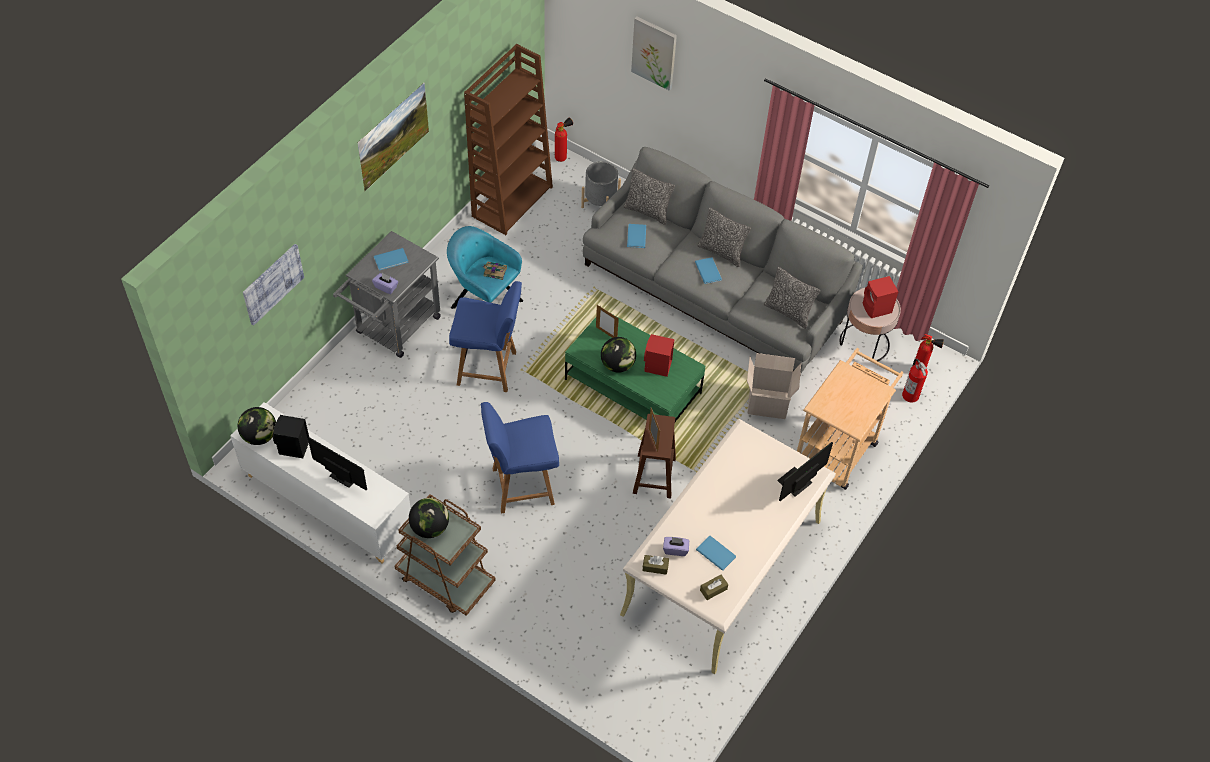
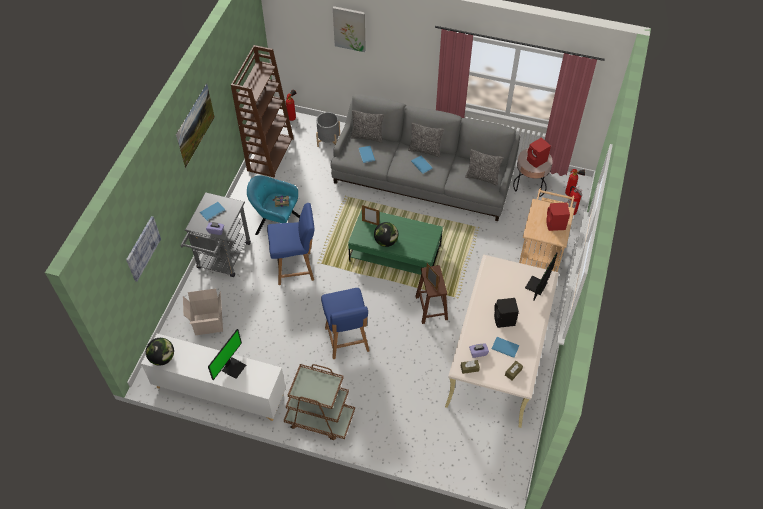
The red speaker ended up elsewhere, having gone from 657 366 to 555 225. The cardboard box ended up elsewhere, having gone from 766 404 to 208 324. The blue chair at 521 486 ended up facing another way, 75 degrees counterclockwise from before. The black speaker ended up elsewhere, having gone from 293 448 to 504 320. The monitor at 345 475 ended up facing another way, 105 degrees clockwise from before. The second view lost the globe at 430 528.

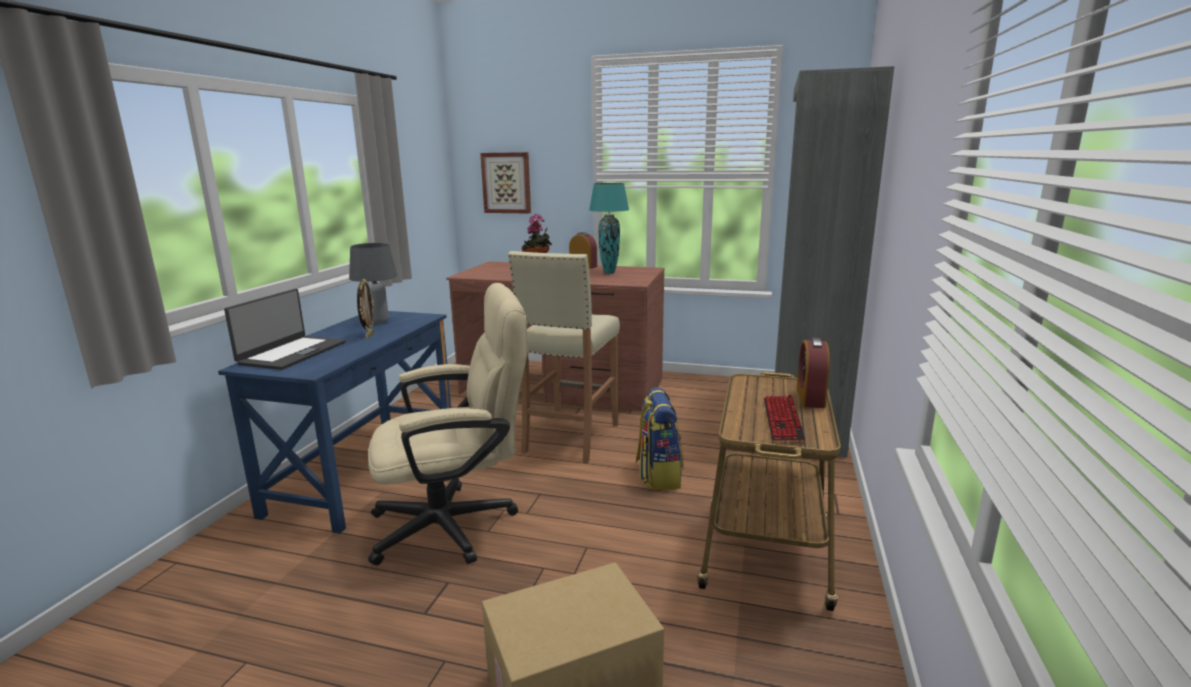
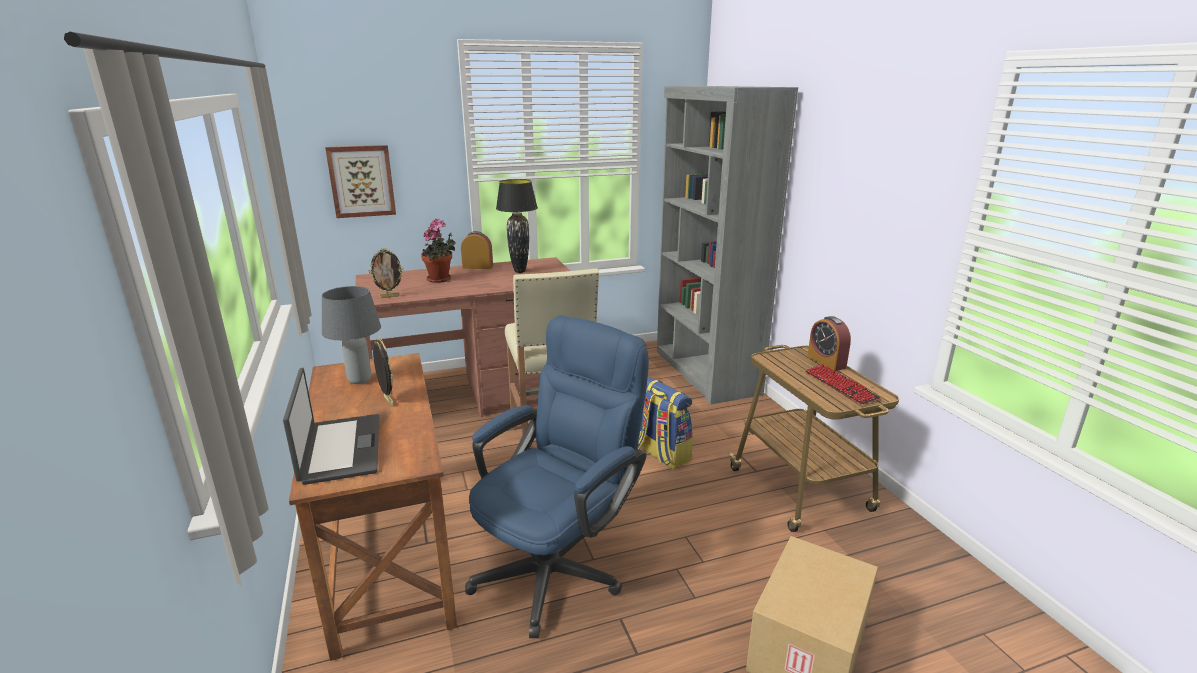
What was the turquoise table lamp at 609 273 turned into the black table lamp at 520 271. What was the beige office chair at 457 524 turned into the blue office chair at 558 565. What was the blue desk at 366 471 turned into the brown desk at 389 553. The second view gained the picture frame at 389 296.

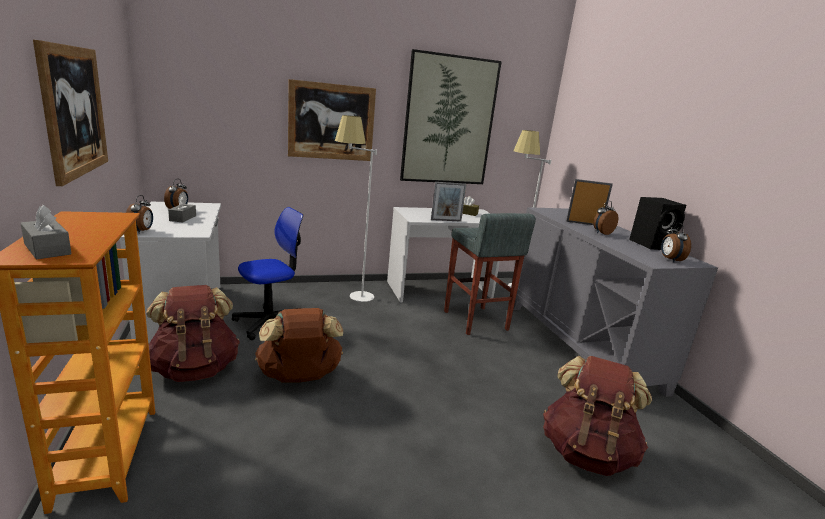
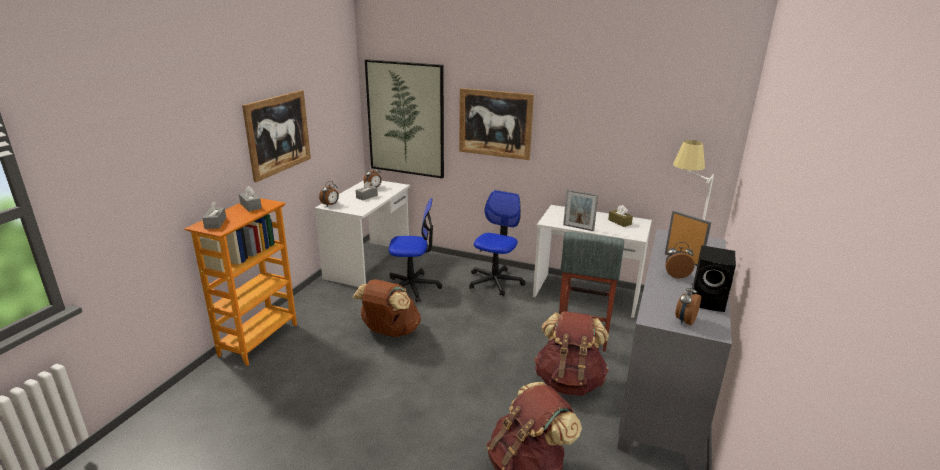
The picture ended up elsewhere, having gone from 449 121 to 405 119. Where the white floor lamp stood at 351 298, the office chair came to stand at 495 282. The brown backpack ended up elsewhere, having gone from 195 369 to 569 381. The second view gained the grey tissue box at 250 206.

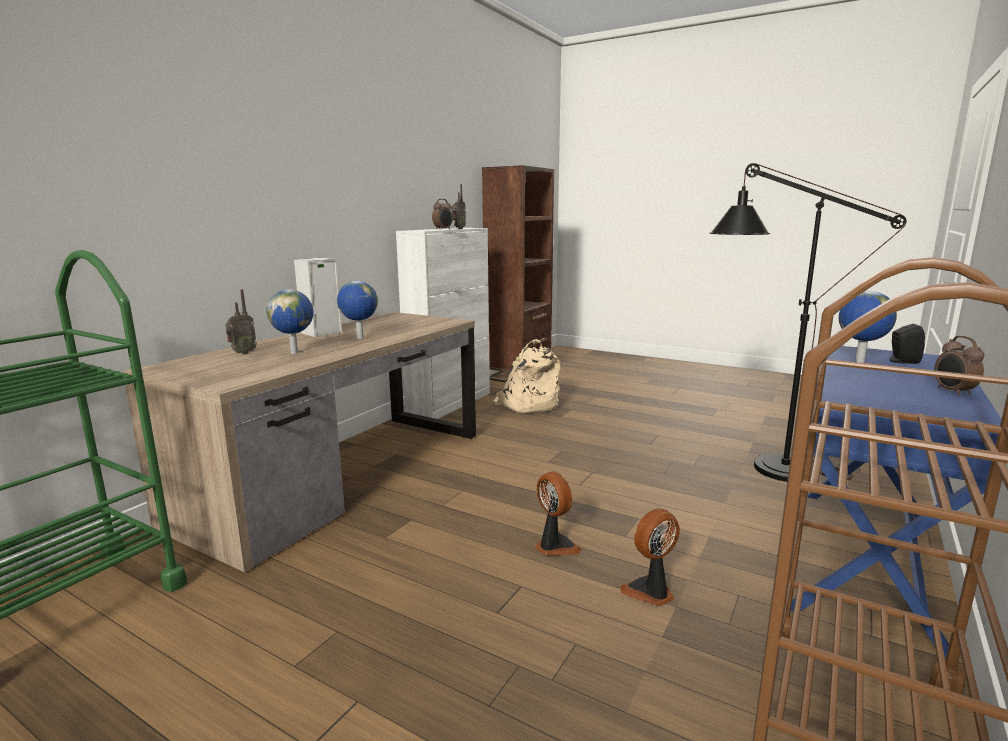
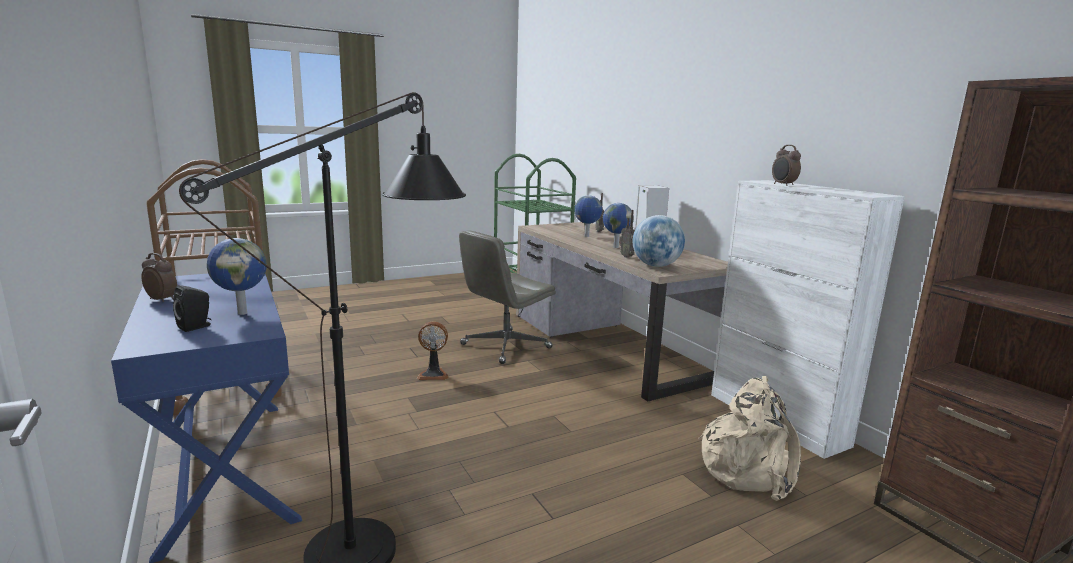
The radio ended up elsewhere, having gone from 458 228 to 627 257. The second view lost the fan at 650 592. The second view gained the globe at 656 266. The second view gained the grey office chair at 505 346.

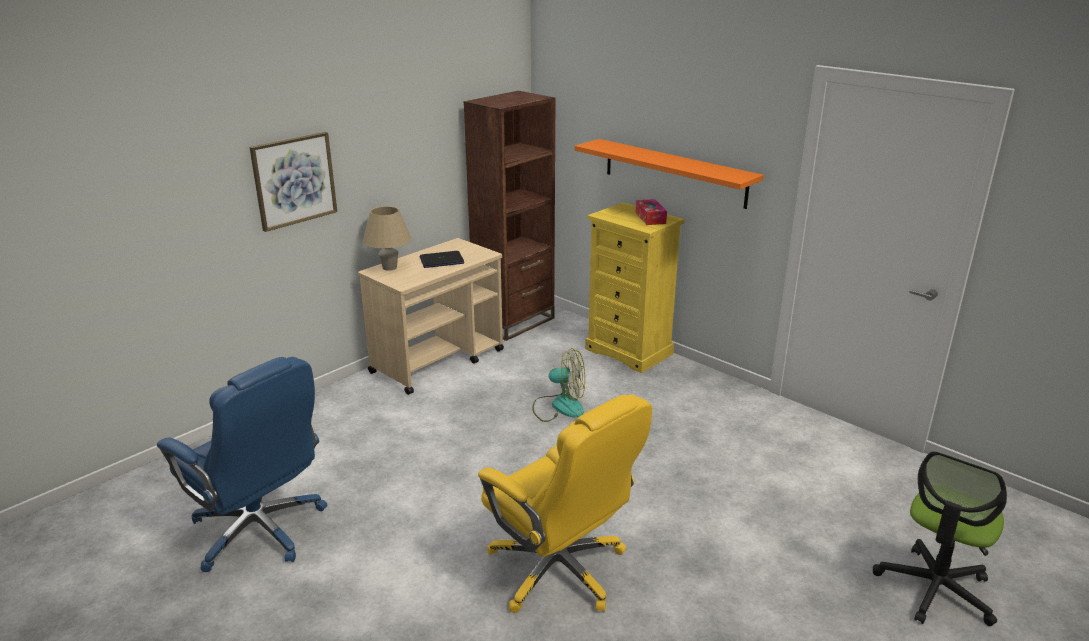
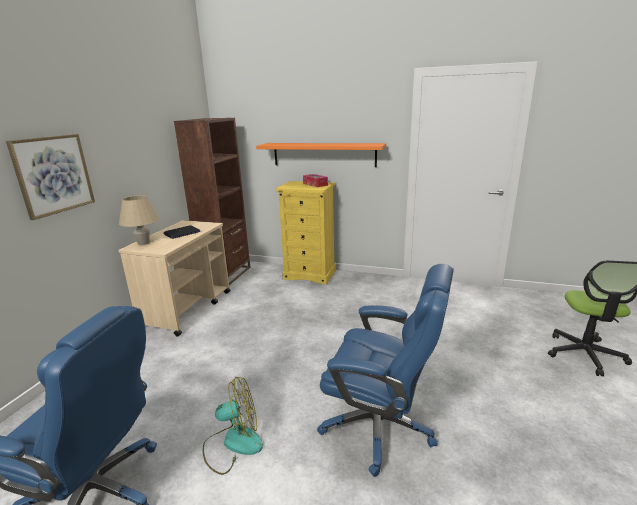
The fan ended up elsewhere, having gone from 559 406 to 233 443. What was the yellow office chair at 559 570 turned into the blue office chair at 380 426.

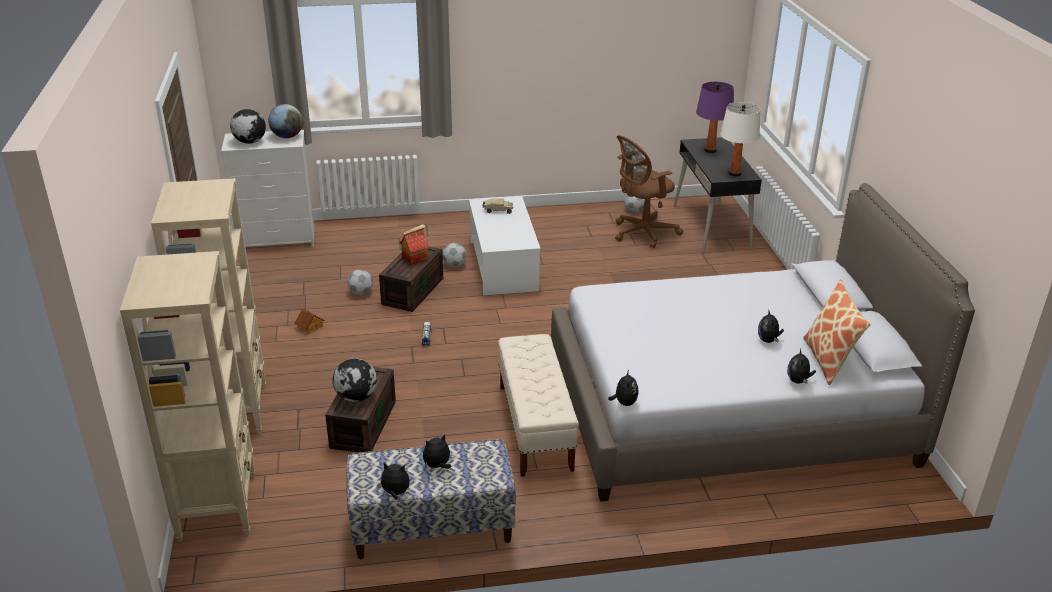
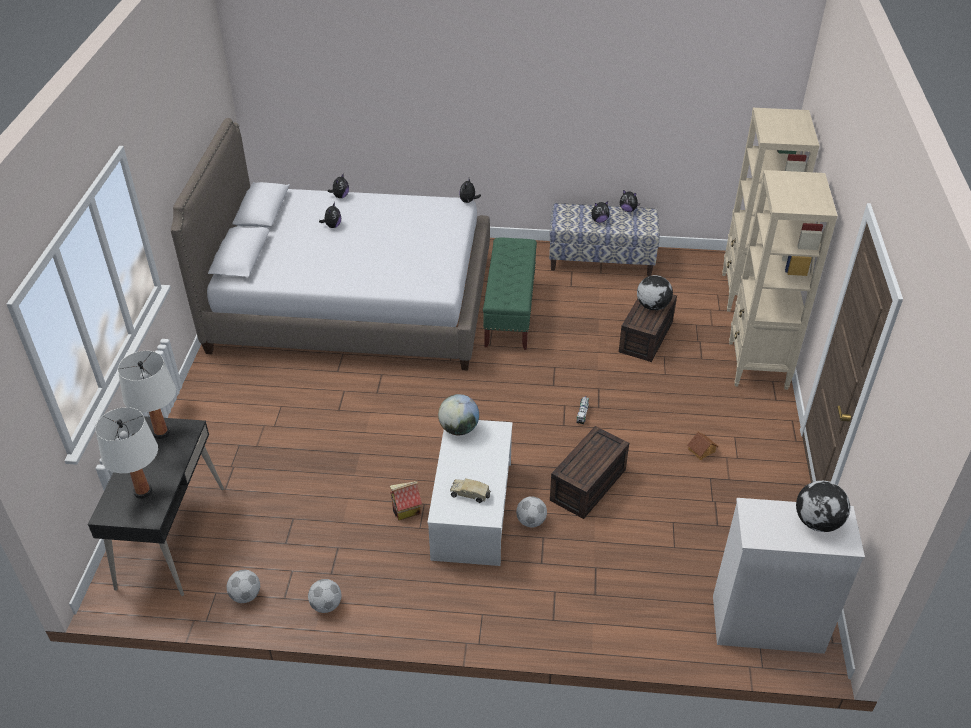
What was the purple table lamp at 710 150 turned into the white table lamp at 143 491. The globe ended up elsewhere, having gone from 287 136 to 459 429. The second view lost the brown office chair at 642 233. The toy house ended up elsewhere, having gone from 415 258 to 406 510. The football ended up elsewhere, having gone from 361 293 to 326 605. The second view lost the pillow at 829 360. What was the beige bench at 535 428 turned into the green bench at 510 312.

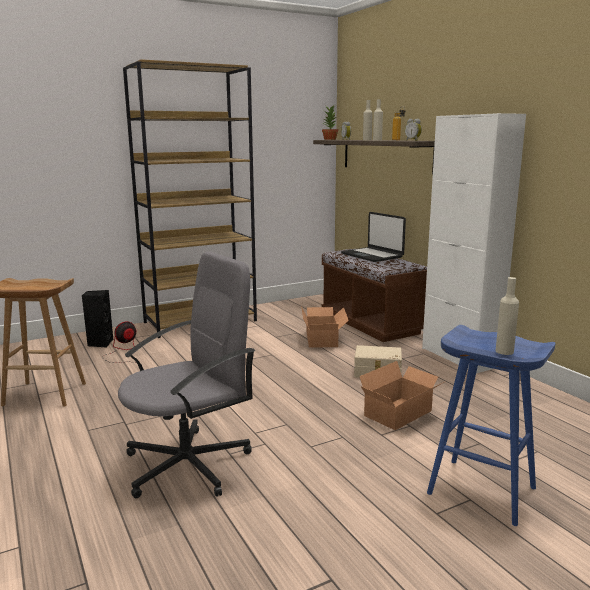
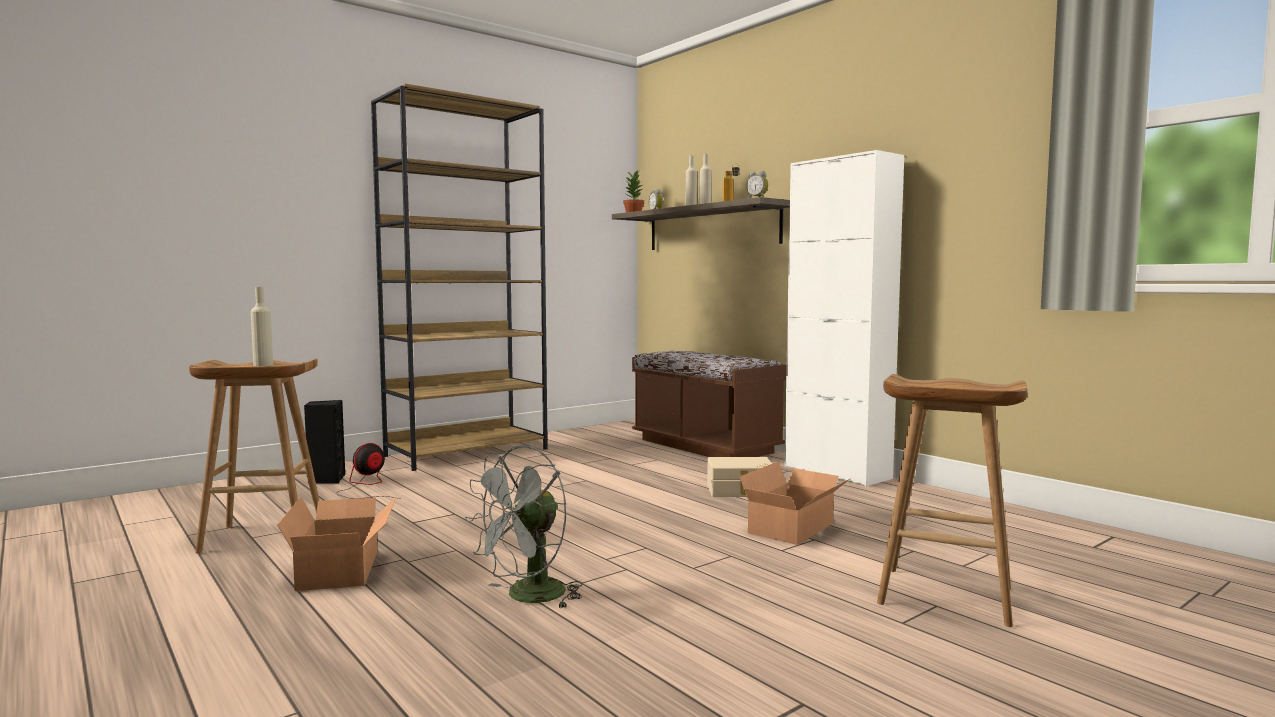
The second view lost the laptop at 372 255. Where the grey office chair stood at 189 464, the grey fan came to stand at 527 597. The beige bottle ended up elsewhere, having gone from 504 351 to 263 365. The cardboard box ended up elsewhere, having gone from 323 339 to 343 569. What was the blue stool at 479 490 turned into the brown stool at 943 596.

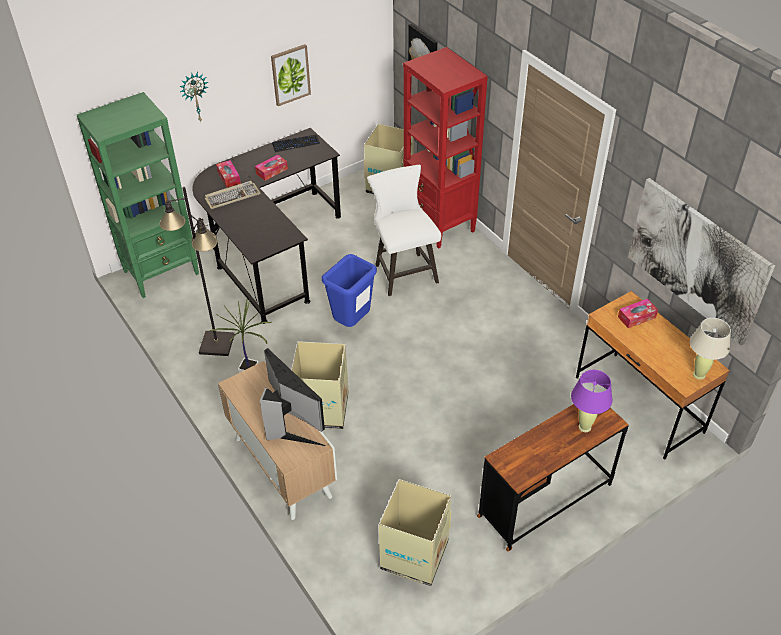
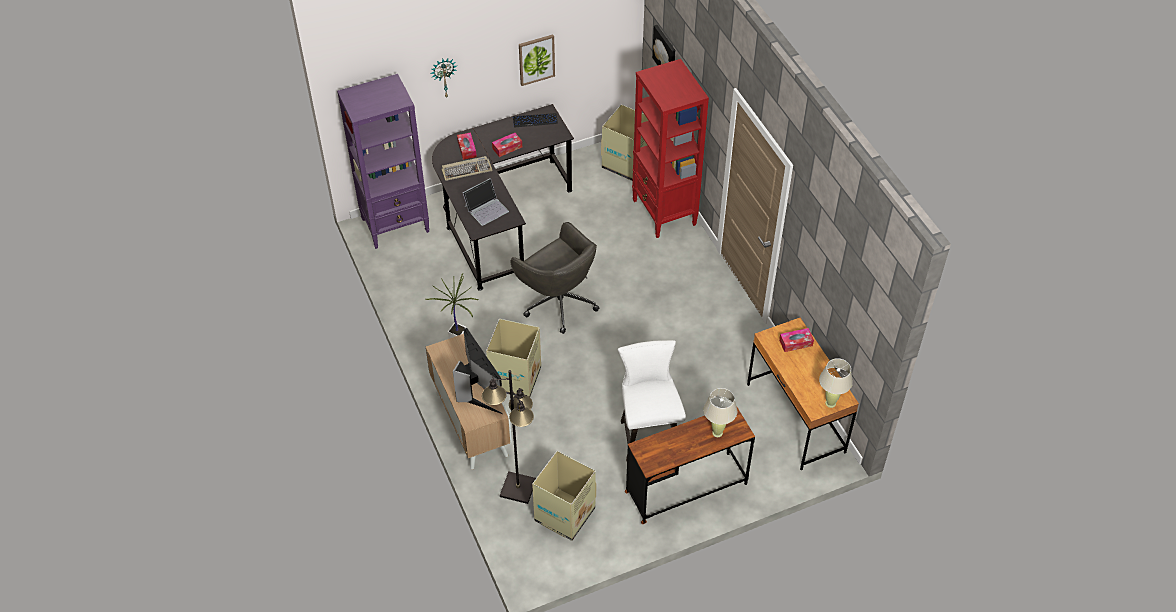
What was the green bookcase at 162 272 turned into the purple bookcase at 396 225. The white stool ended up elsewhere, having gone from 403 271 to 648 433. The second view lost the picture at 696 260. The black floor lamp ended up elsewhere, having gone from 216 344 to 518 487. Where the blue trash can stood at 351 323, the grey office chair came to stand at 558 301. What was the purple table lamp at 585 427 turned into the beige table lamp at 717 432. The second view gained the laptop at 486 208.

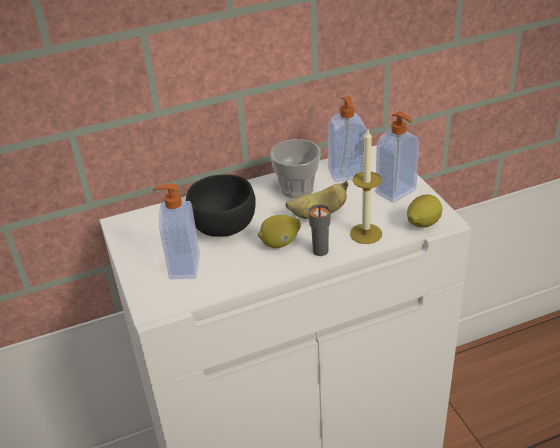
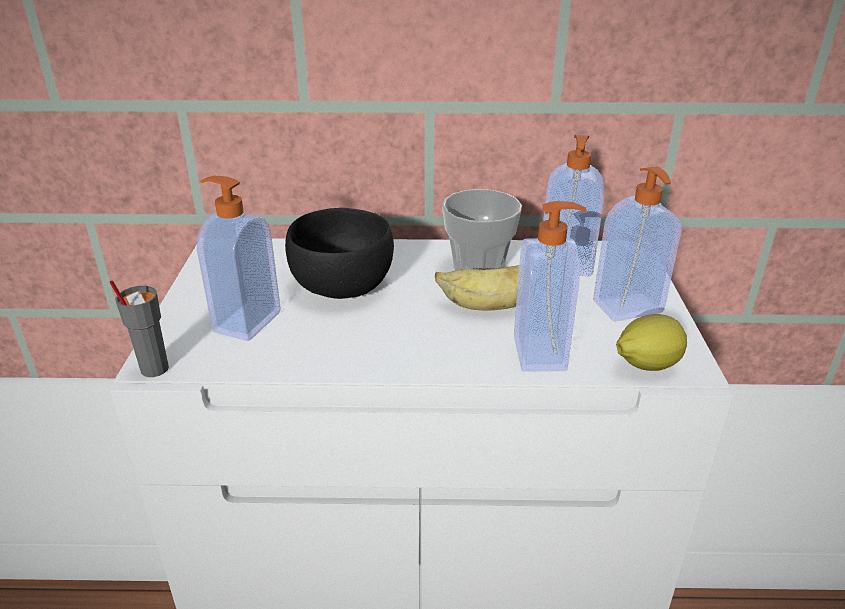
Where the candle stood at 366 234, the soap dispenser came to stand at 541 353. The grey cup ended up elsewhere, having gone from 320 251 to 153 369. The second view lost the lemon at 280 243.

